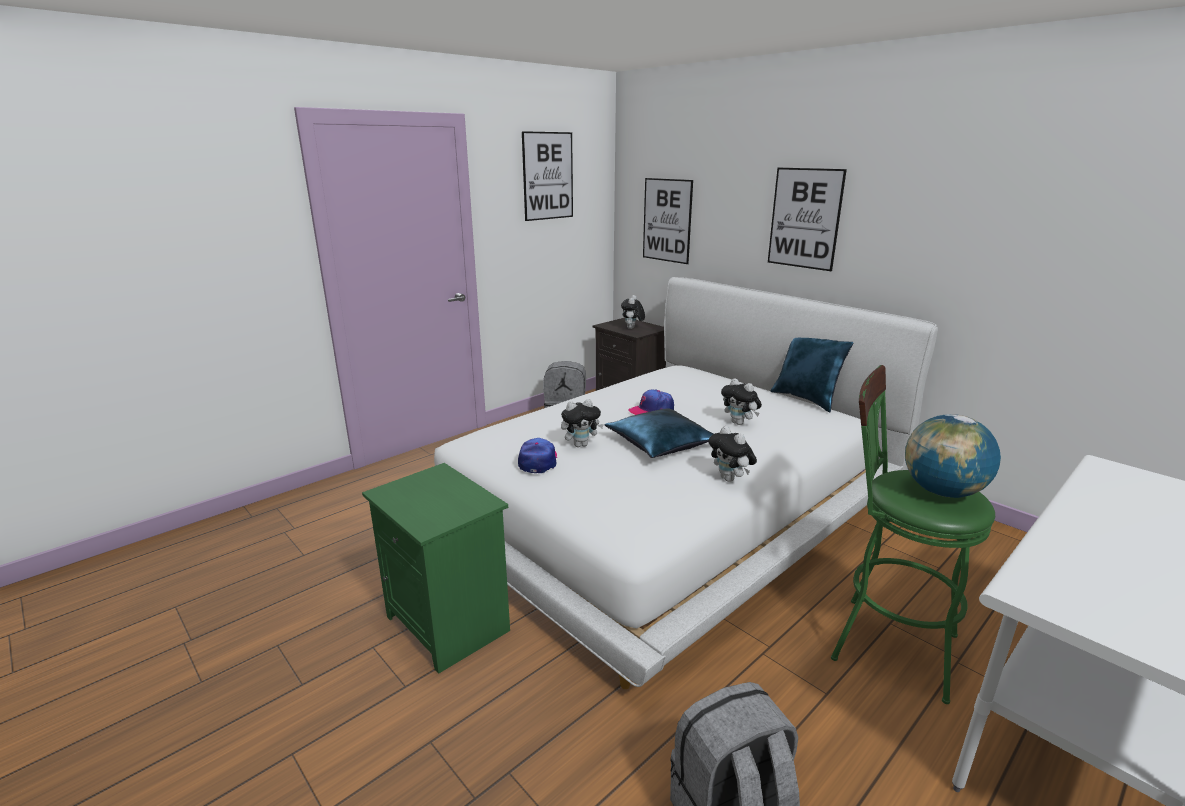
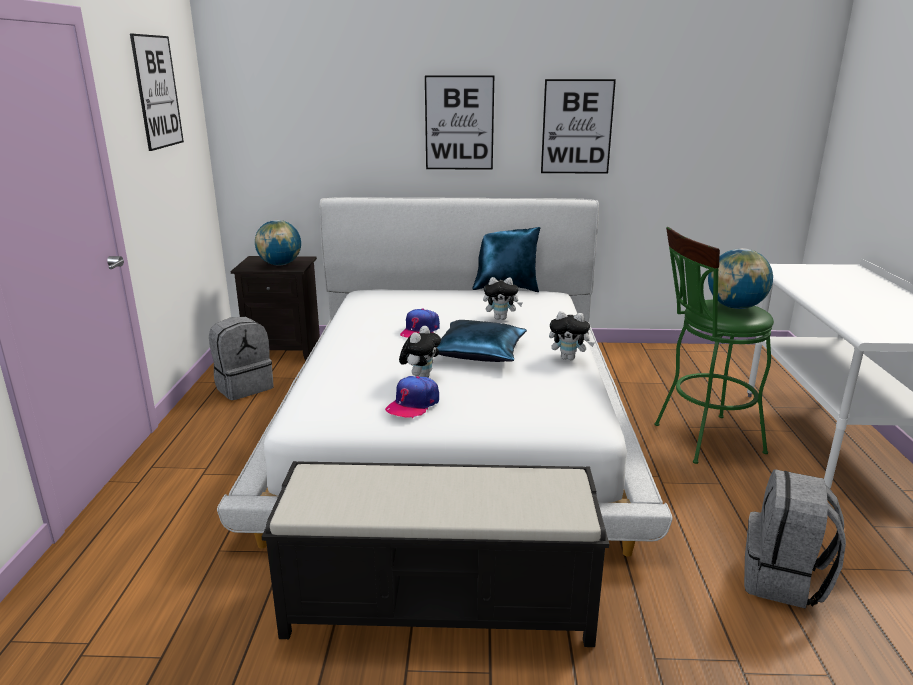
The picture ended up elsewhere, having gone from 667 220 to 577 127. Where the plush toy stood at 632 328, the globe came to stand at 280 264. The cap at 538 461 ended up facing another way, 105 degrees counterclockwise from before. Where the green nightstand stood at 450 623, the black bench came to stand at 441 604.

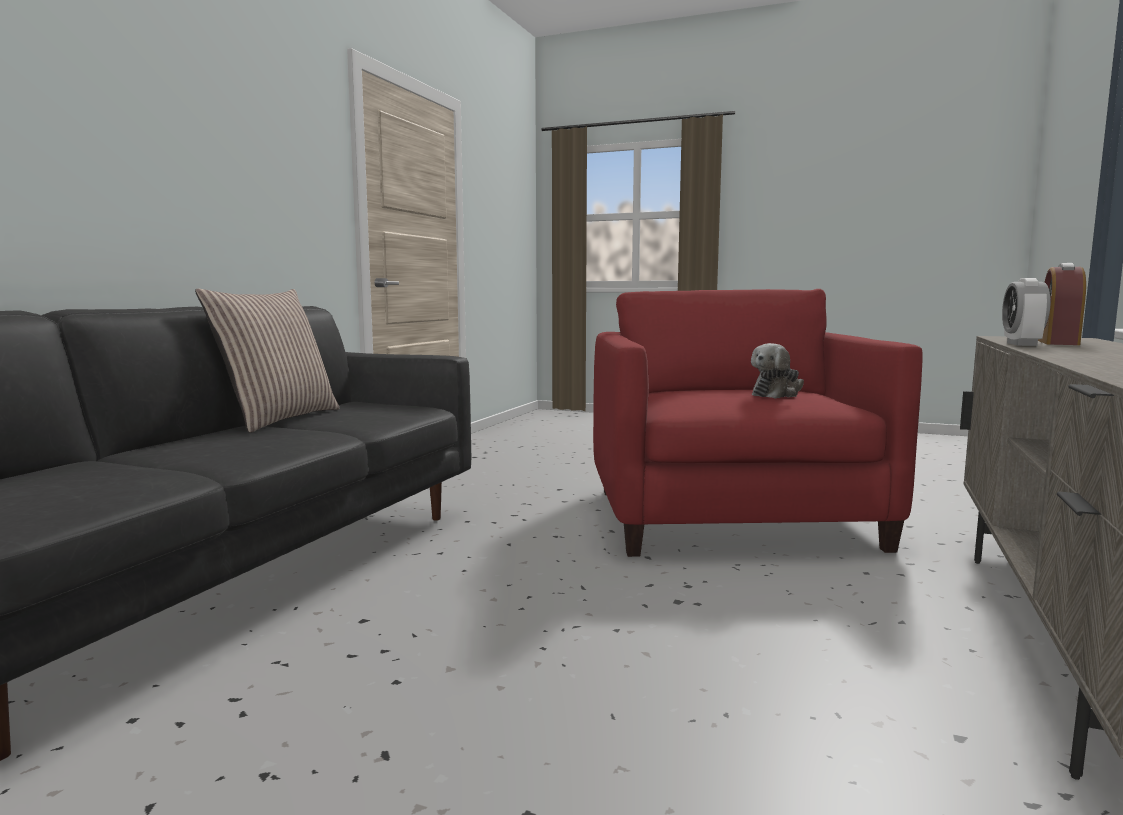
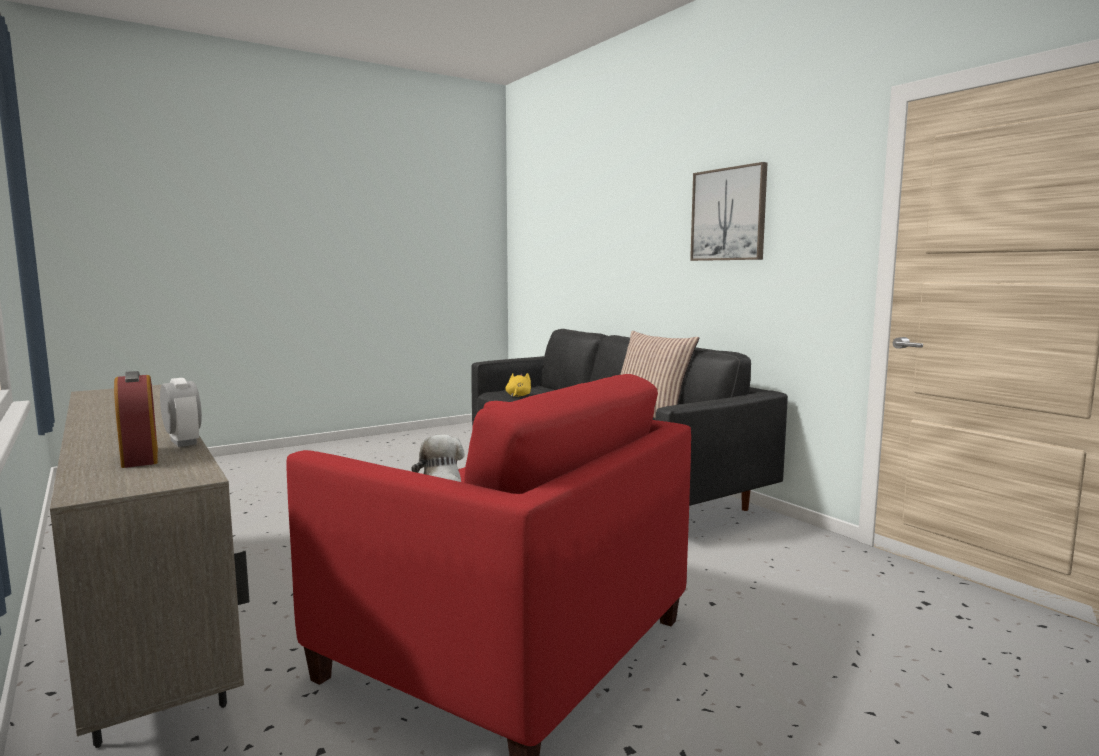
The second view gained the picture at 728 214. The second view gained the yellow plush toy at 518 396.

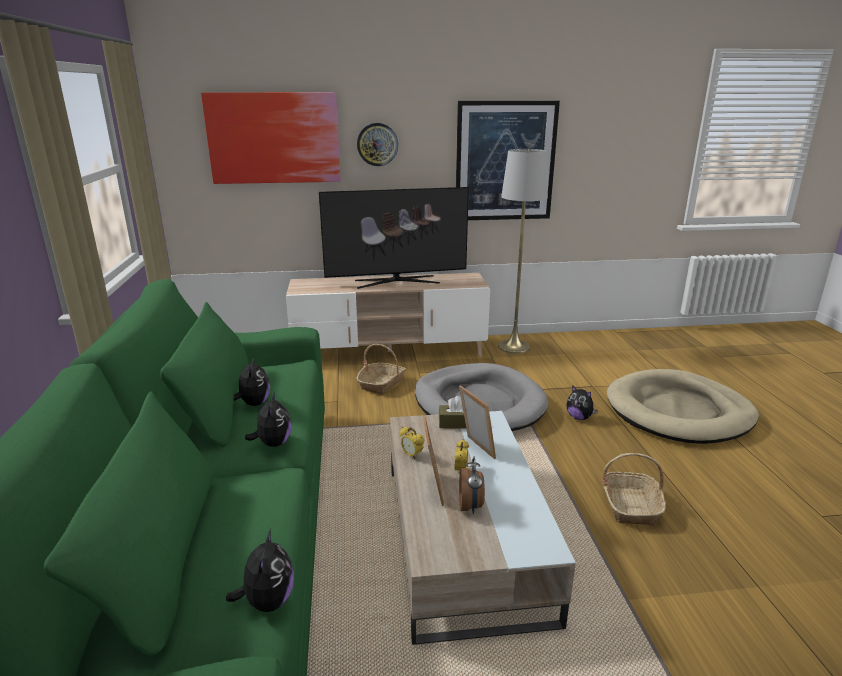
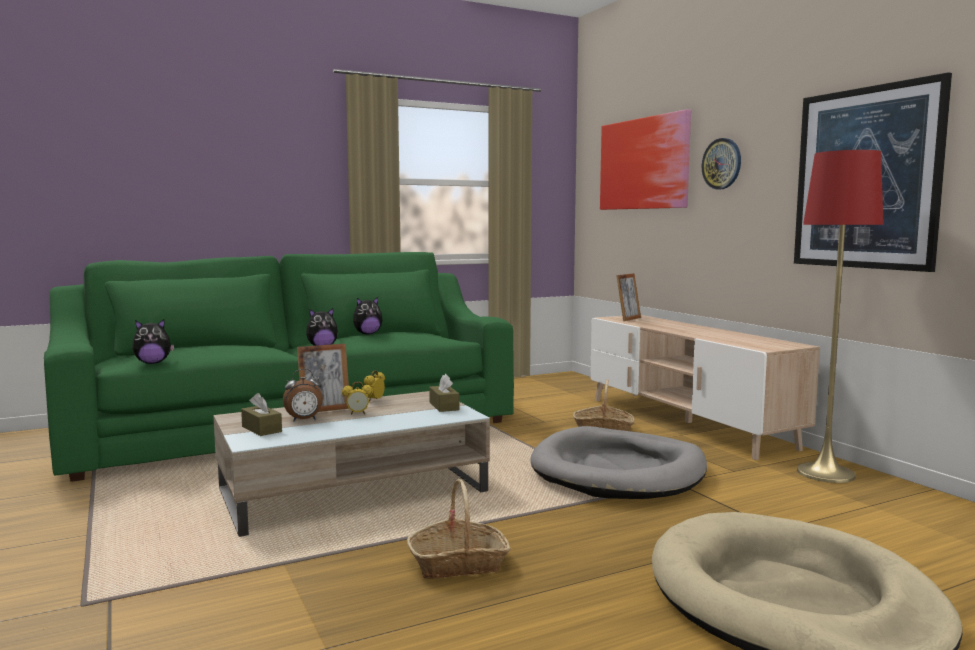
What was the grey floor lamp at 514 346 turned into the red floor lamp at 825 473. The second view lost the television at 396 281. The picture frame ended up elsewhere, having gone from 476 449 to 628 319. The second view lost the plush toy at 579 417. The second view gained the brown tissue box at 261 429.

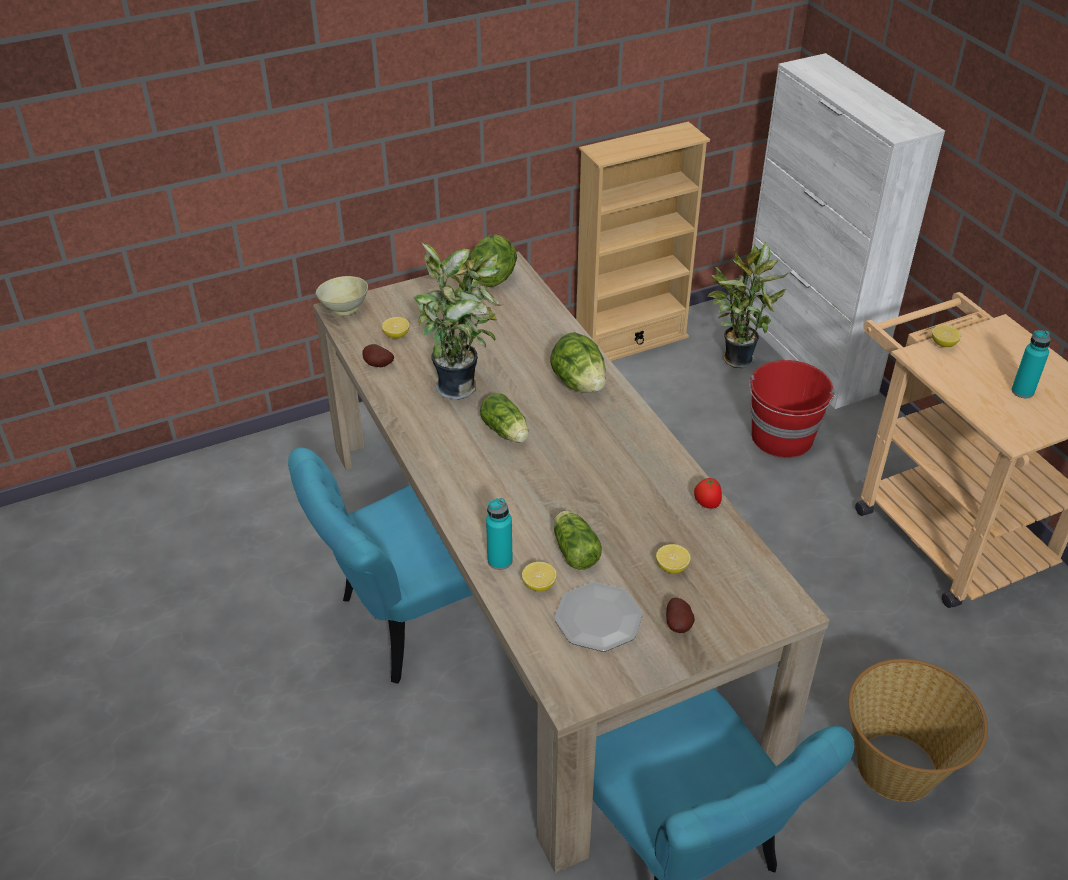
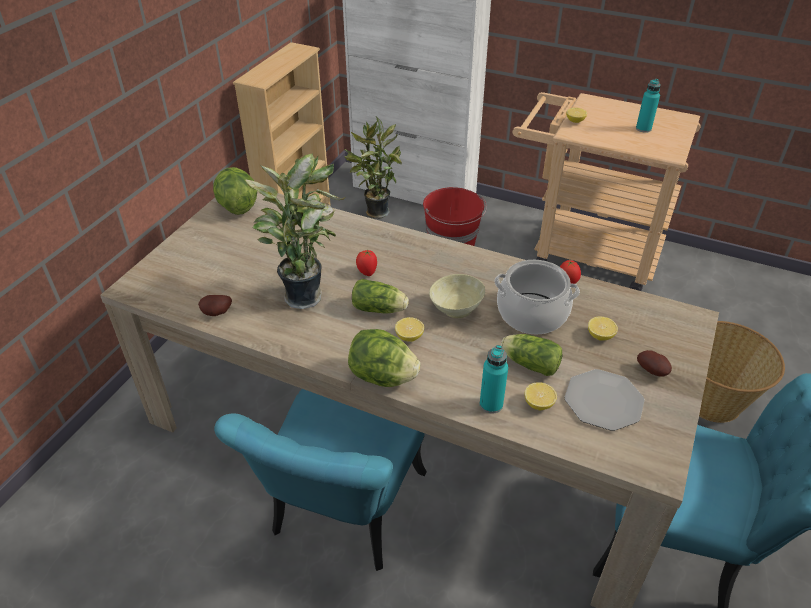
The beige bowl ended up elsewhere, having gone from 345 308 to 455 309. The lemon ended up elsewhere, having gone from 396 335 to 409 337. The lettuce ended up elsewhere, having gone from 578 383 to 383 377. The second view gained the tomato at 367 272. The second view gained the cooking pot at 532 313.

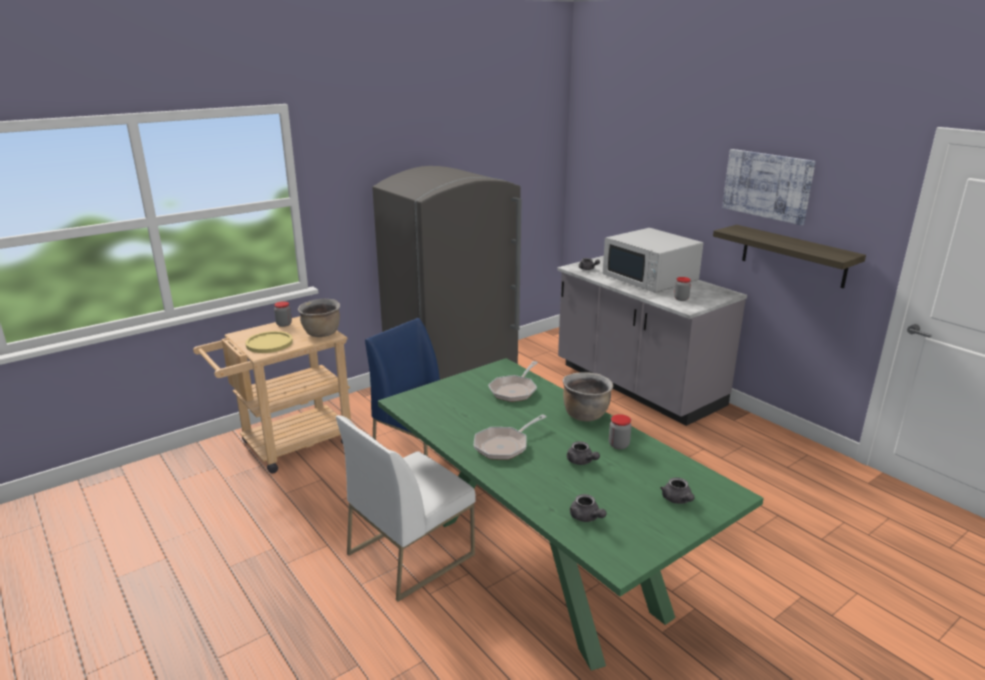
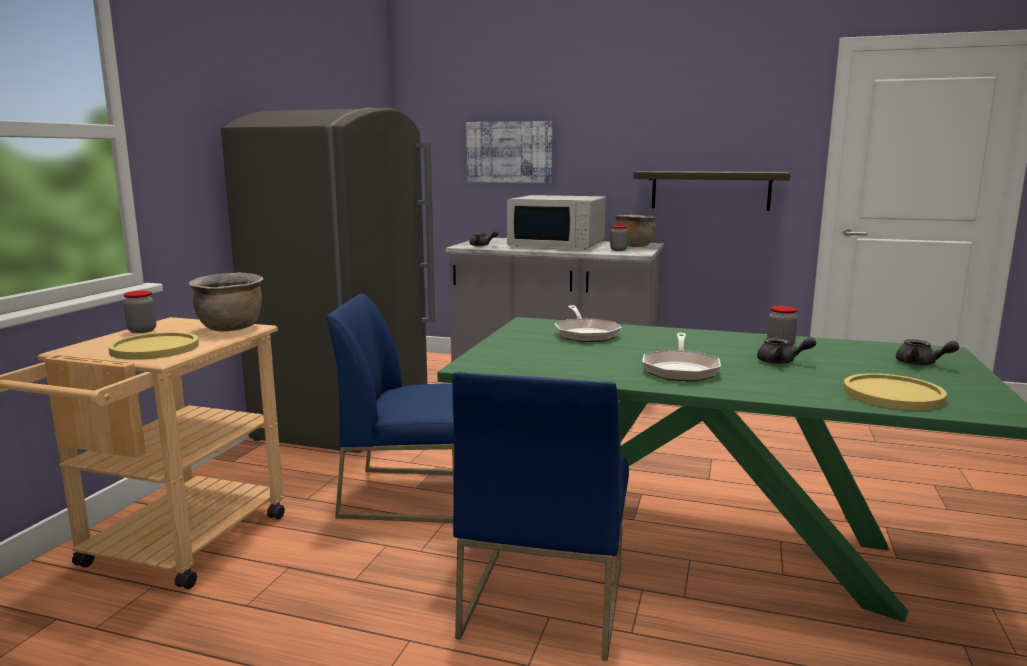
The picture ended up elsewhere, having gone from 767 185 to 509 152. The brown cooking pot ended up elsewhere, having gone from 585 415 to 634 246. What was the white chair at 411 553 turned into the blue chair at 543 600. Where the grey teapot stood at 586 518, the yellow plate came to stand at 893 394.

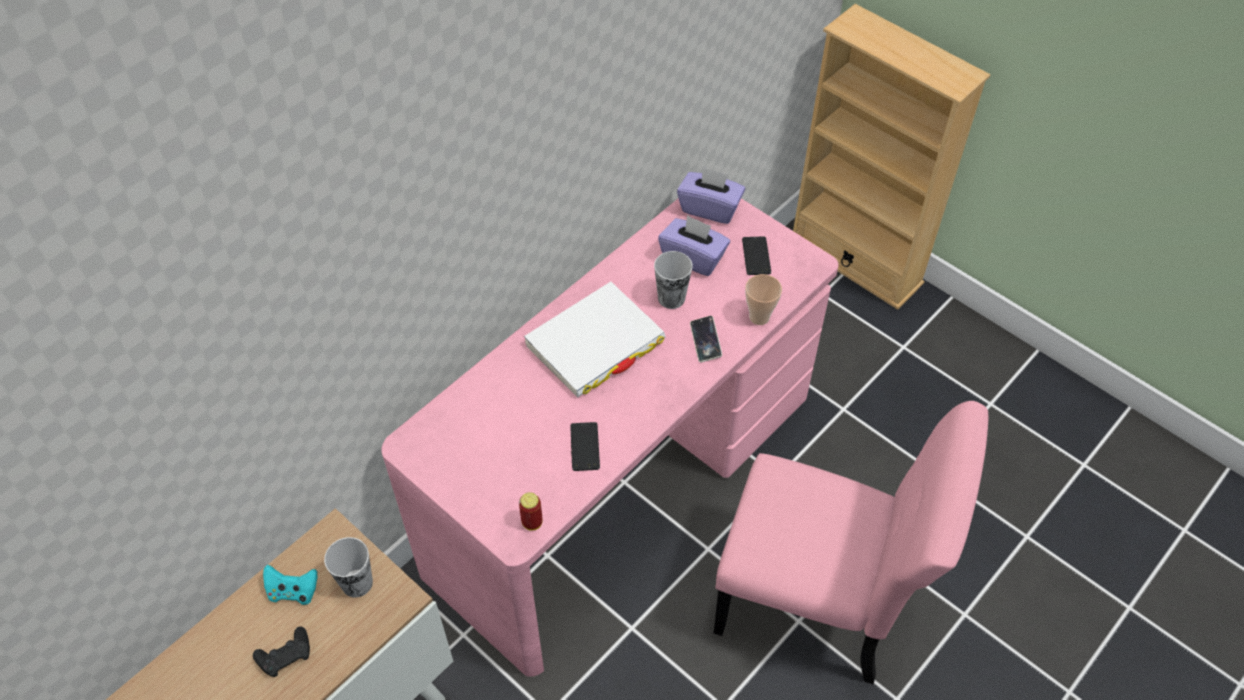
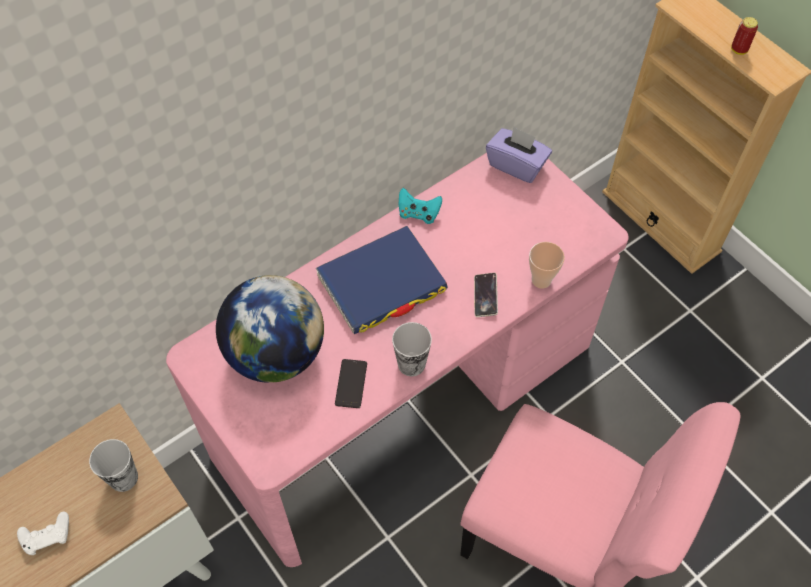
The second view lost the purple tissue box at 693 257. The second view lost the phone at 756 256. The cup ended up elsewhere, having gone from 671 298 to 411 364. What was the white book at 595 343 turned into the blue book at 381 283. The can ended up elsewhere, having gone from 532 522 to 739 50. The turquoise game controller ended up elsewhere, having gone from 293 591 to 418 214. What was the black game controller at 285 655 turned into the white game controller at 46 536. The second view gained the globe at 276 353.

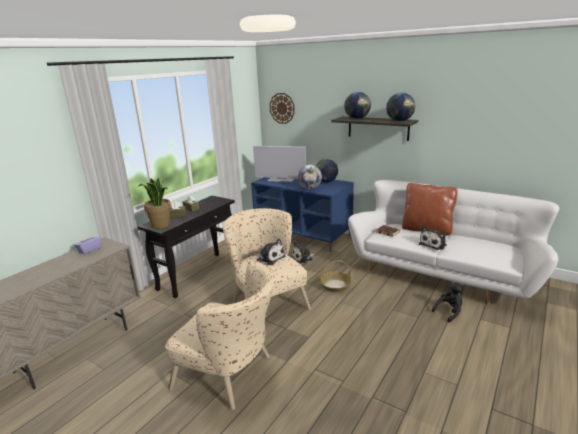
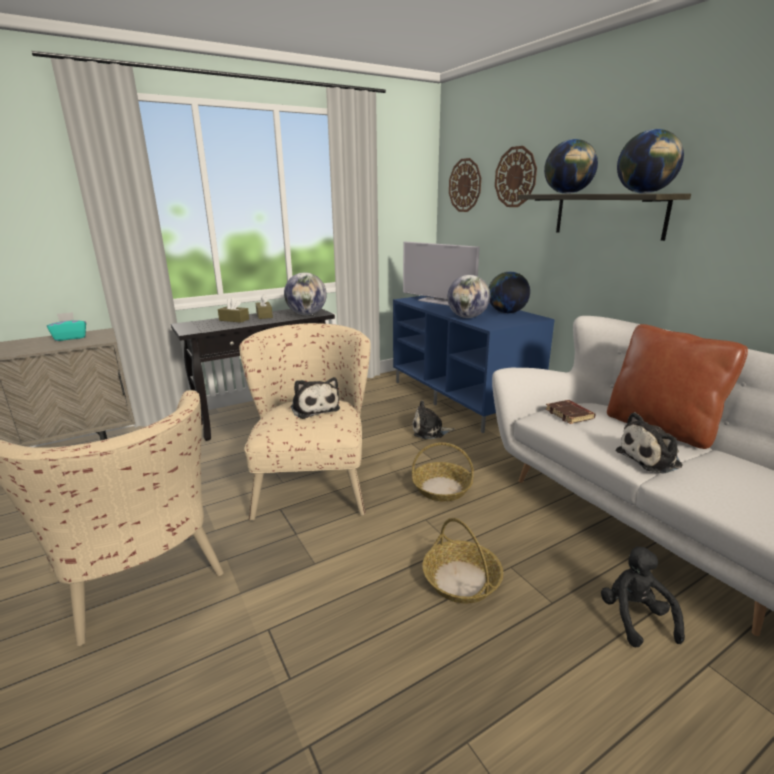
The second view lost the potted plant at 161 225. What was the purple tissue box at 90 250 turned into the turquoise tissue box at 70 337. The black plush toy at 449 312 ended up facing another way, 90 degrees counterclockwise from before. The second view gained the wall clock at 515 177. The second view gained the globe at 307 314. The second view gained the basket at 462 580.

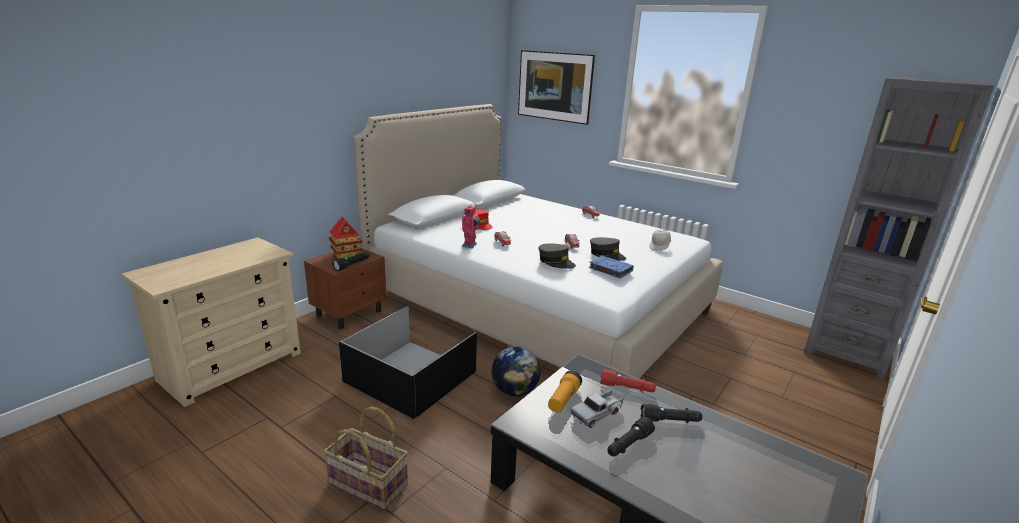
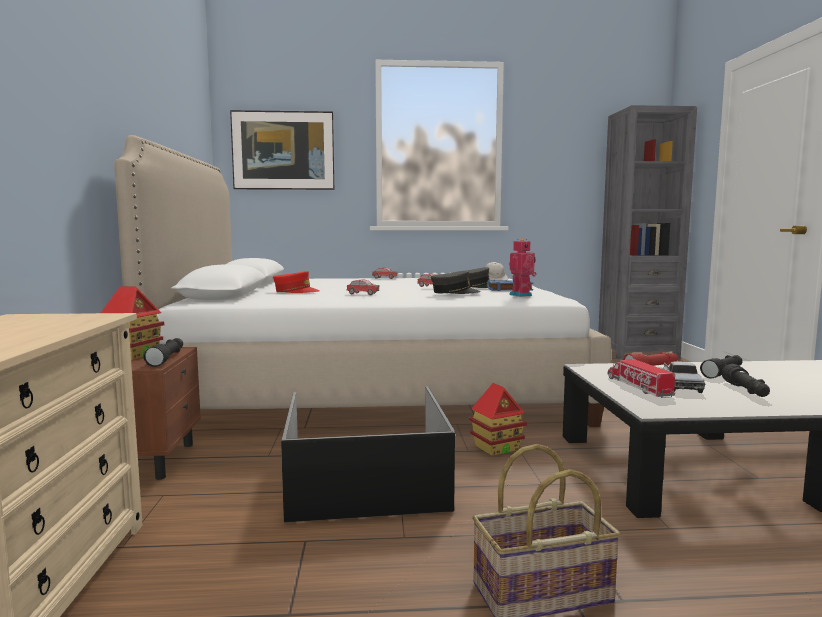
The toy robot ended up elsewhere, having gone from 470 245 to 521 295. Where the globe stood at 515 391, the toy house came to stand at 497 448. Where the flashlight stood at 563 399, the toy truck came to stand at 638 387.

